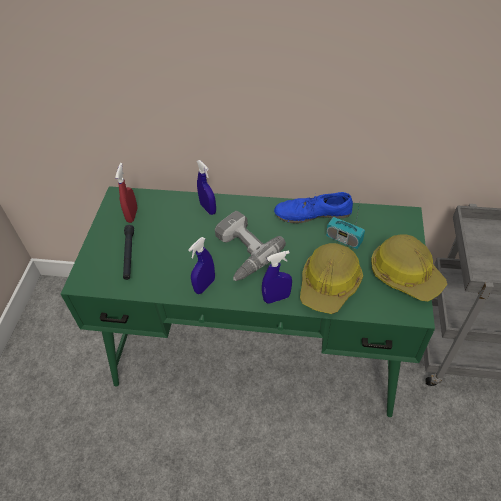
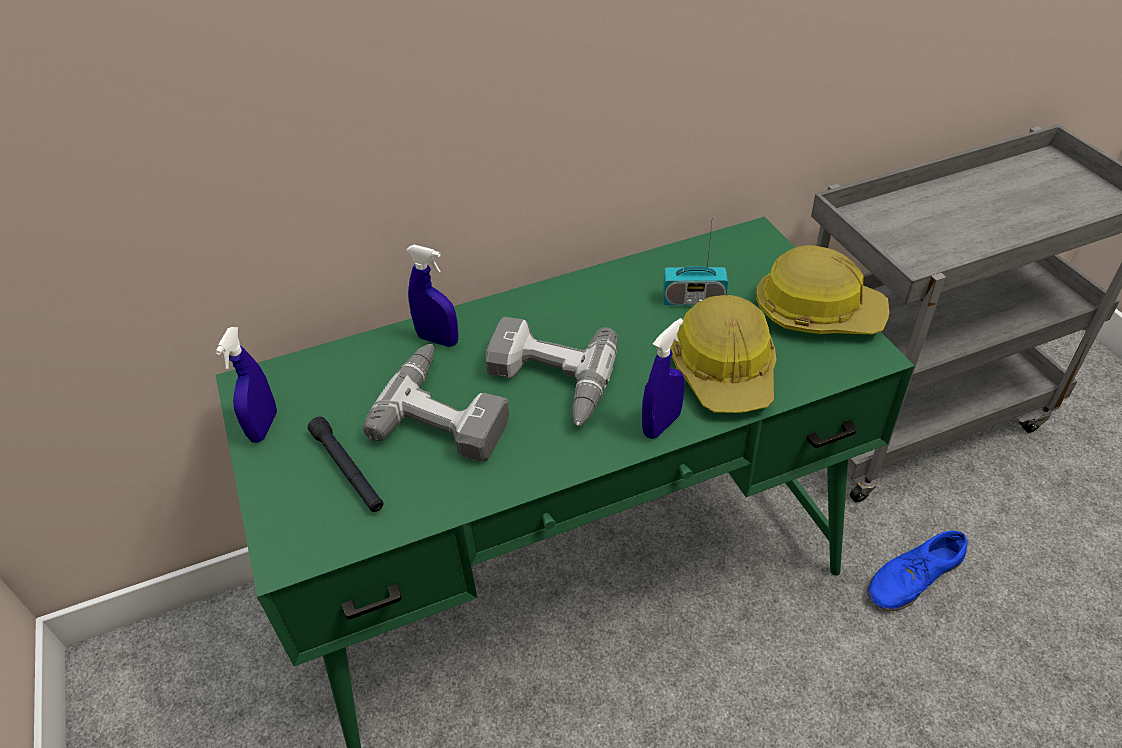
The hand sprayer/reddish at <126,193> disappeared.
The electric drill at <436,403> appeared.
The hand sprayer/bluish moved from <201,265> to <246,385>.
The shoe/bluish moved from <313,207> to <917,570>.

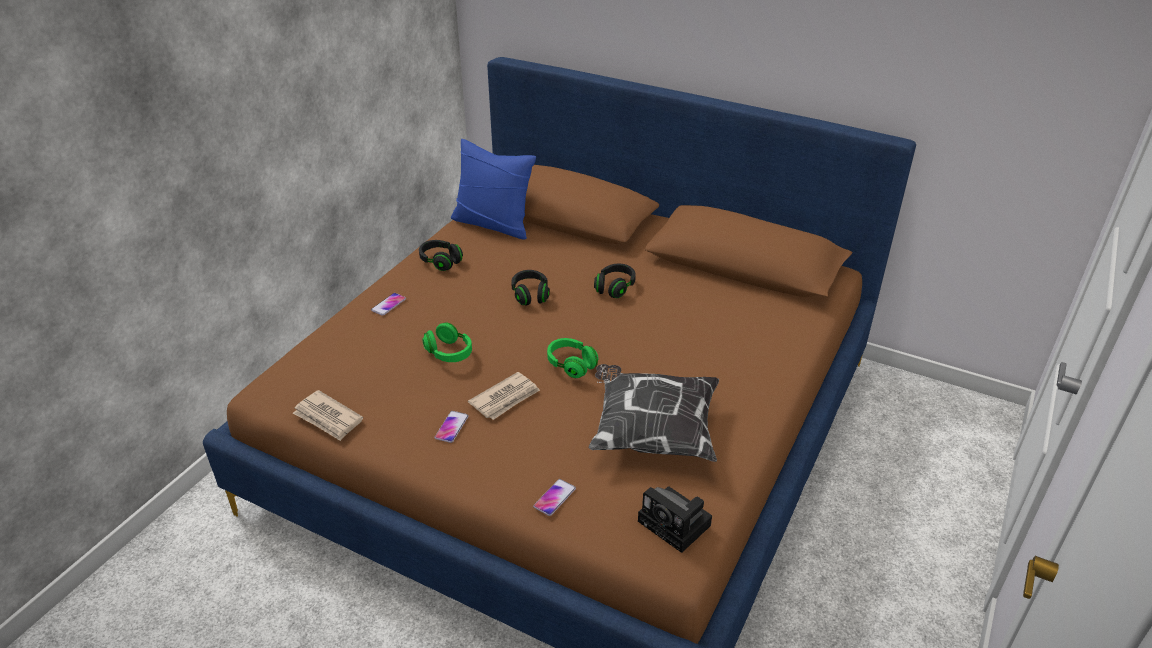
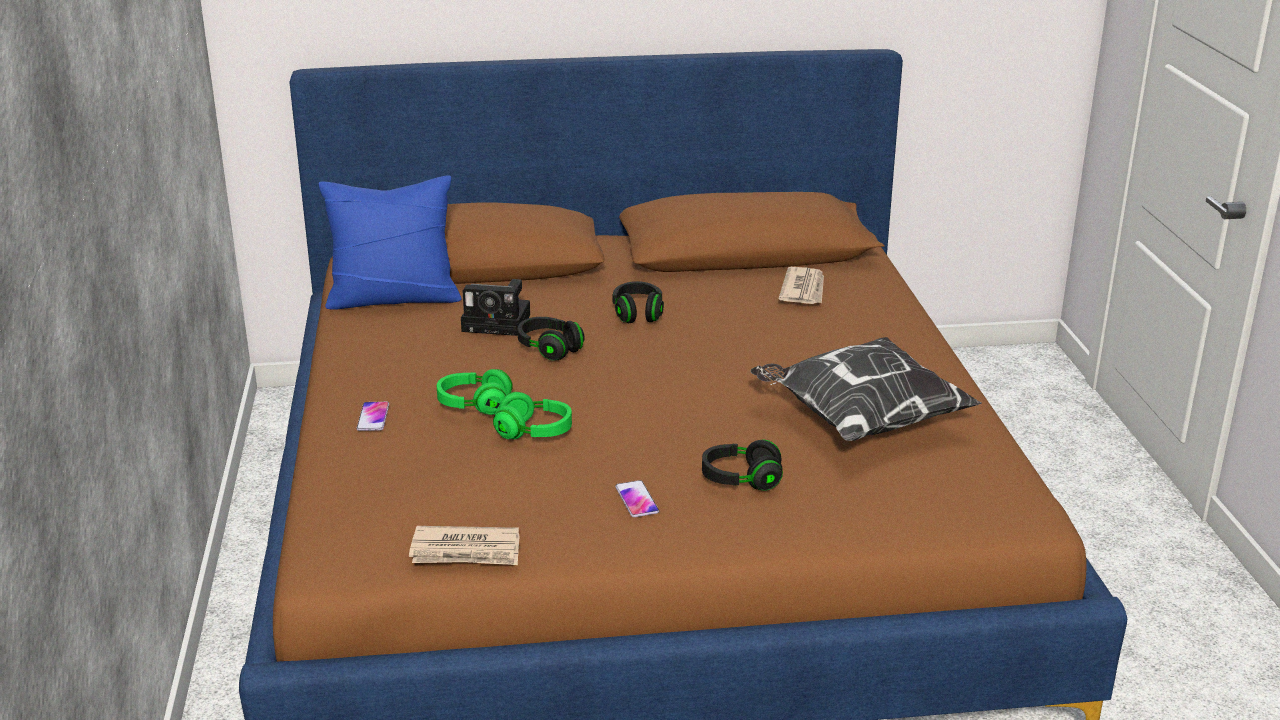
The handset at <554,497> disappeared.
The headset/black moved from <441,255> to <742,465>.
The printed paper moved from <504,396> to <801,285>.
The headset/green-coloured moved from <572,358> to <475,392>.
The still camera moved from <675,519> to <495,307>.

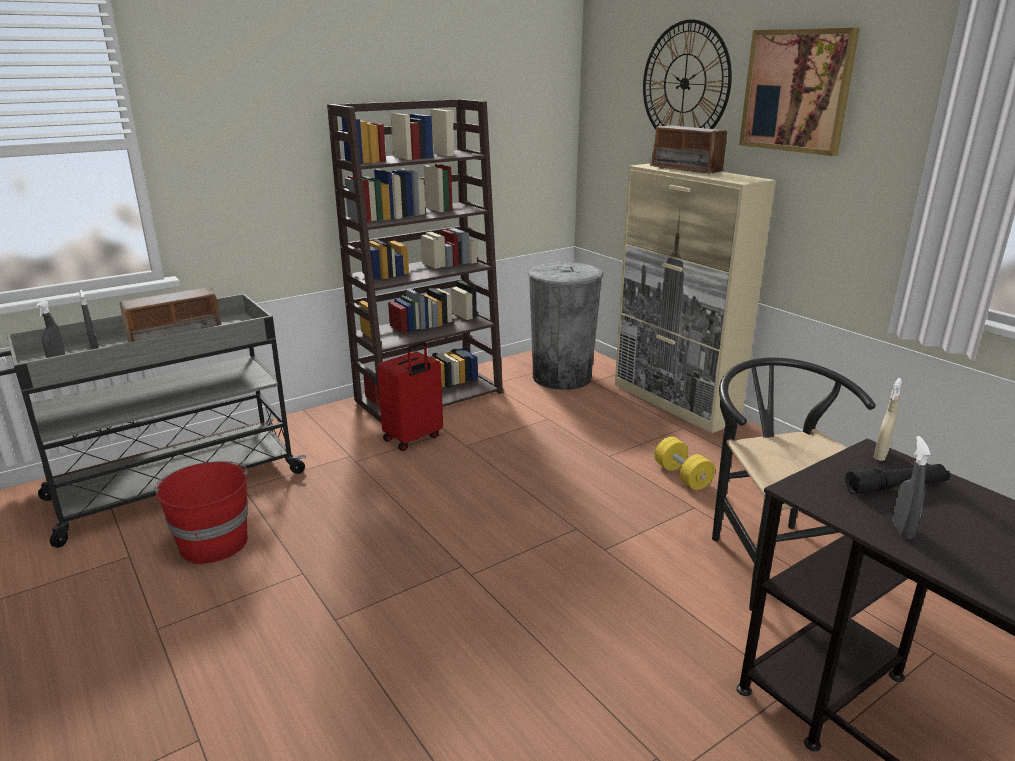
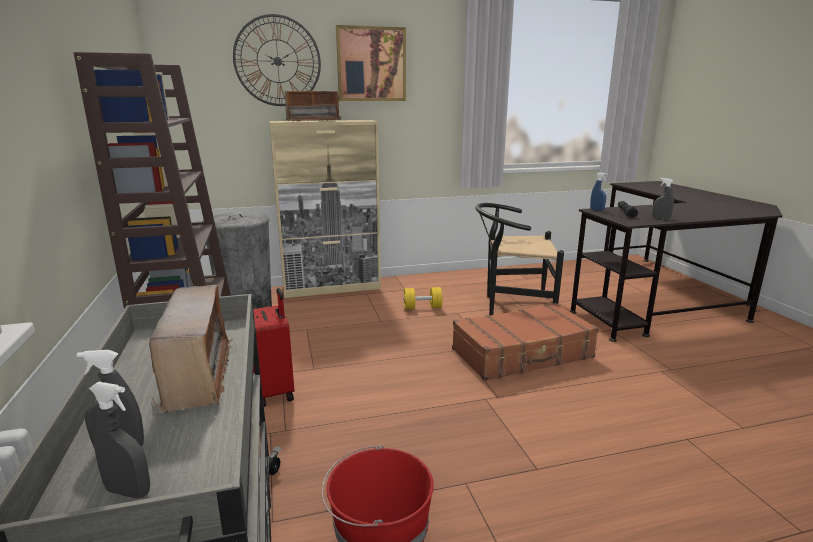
The travel case/brownish at <525,342> appeared.
The hand sprayer/sand-coloured at <887,419> became the hand sprayer/bluish at <598,191>.

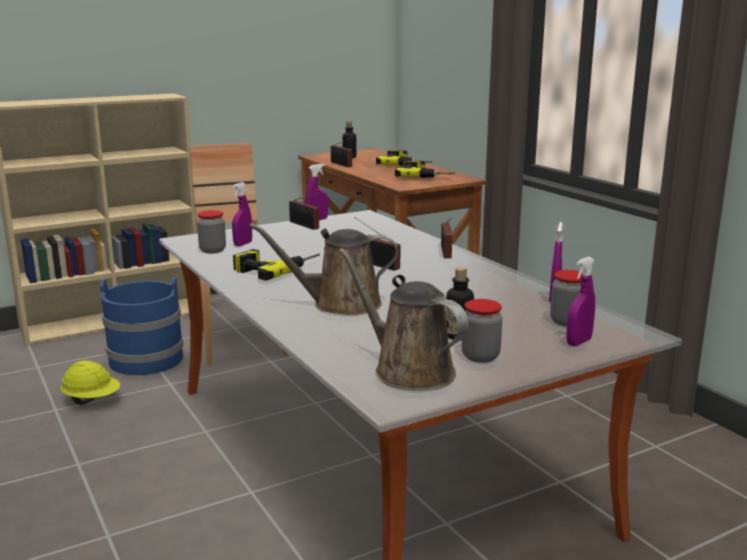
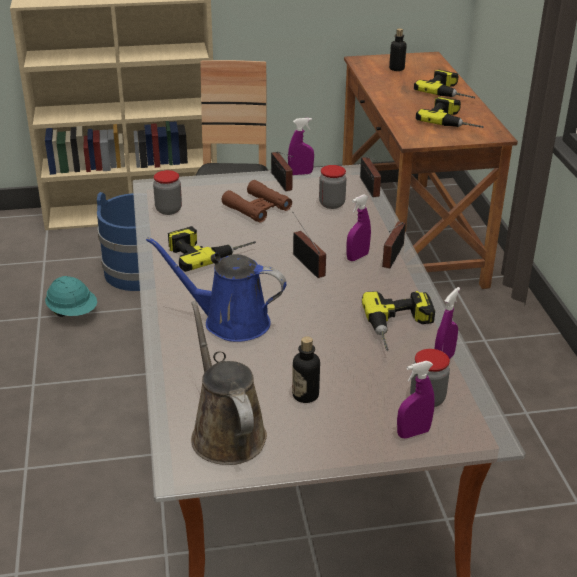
The field glasses/brownish at <257,201> appeared.
The electric drill at <398,321> appeared.
The hand sprayer/purple moved from <242,214> to <358,227>.
The radio set moved from <342,152> to <371,177>.
The storage jar moved from <482,331> to <332,187>.
The safety helmet/yellow at <90,383> became the safety helmet/blue-green at <71,296>.
The watering can/brownish at <323,269> became the watering can/bluish at <216,289>.

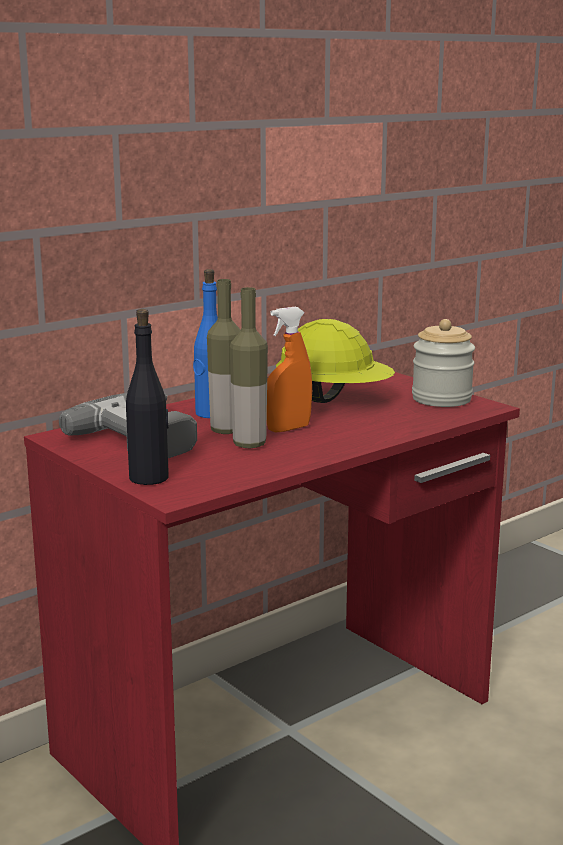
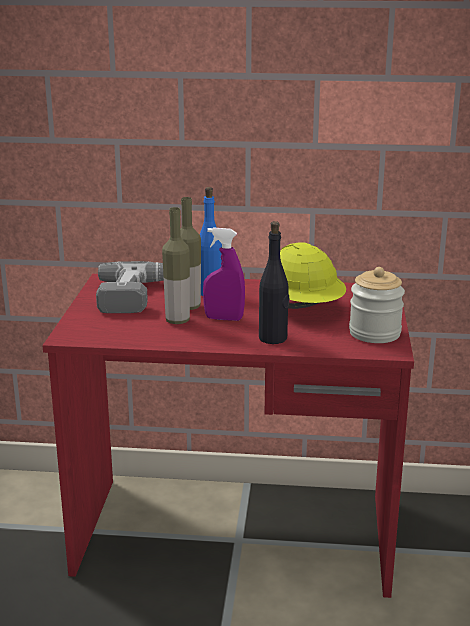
The beverage bottle/black moved from <147,397> to <274,282>.
The hand sprayer/orange-coloured at <289,370> became the hand sprayer/purple at <224,274>.

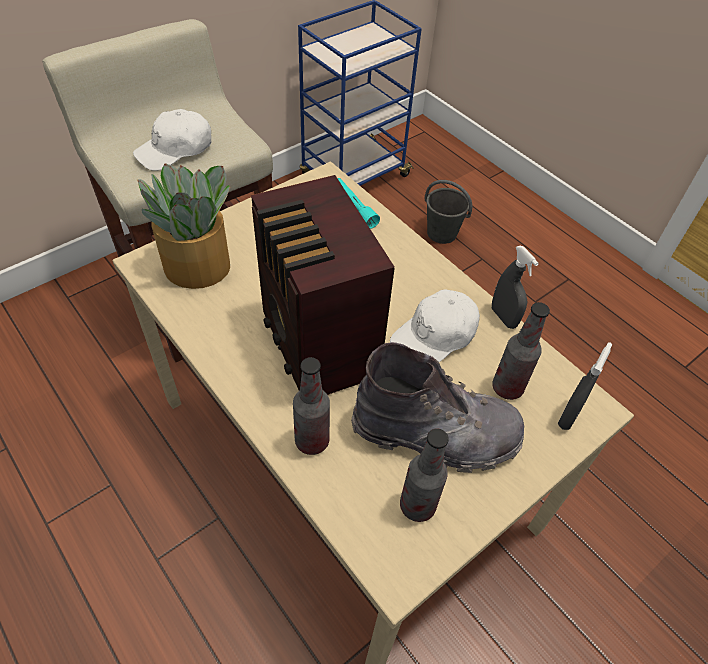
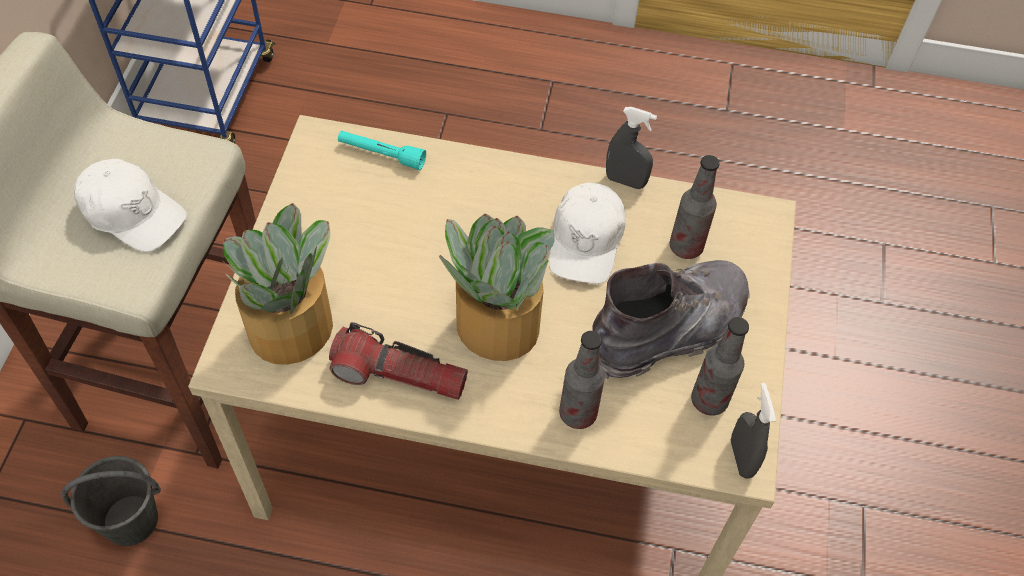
The hand torch at <398,361> appeared.
The pail/grey moved from <448,212> to <111,501>.
The hand sprayer/grey moved from <585,386> to <753,430>.
The radio set at <323,285> was replaced by the potted plant at <496,287>.
The baseball cap/white at <172,140> turned 75 degrees counterclockwise.

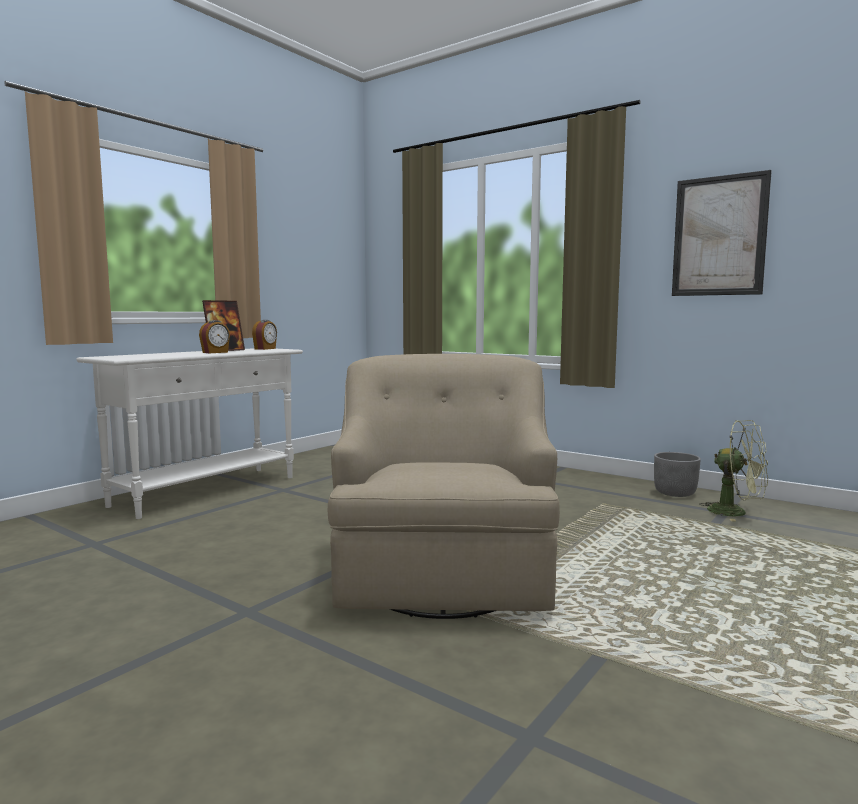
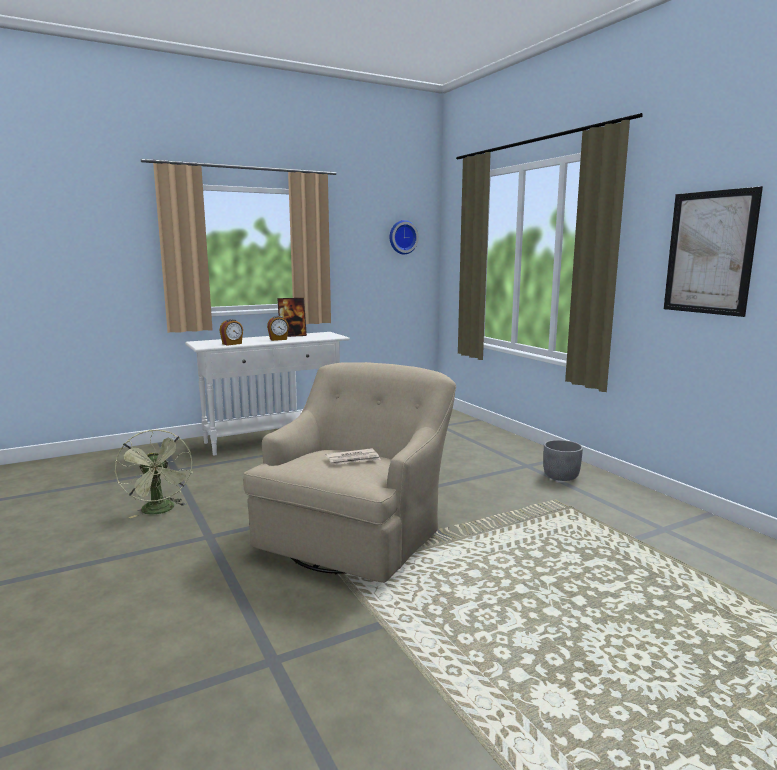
The printed paper at <353,456> appeared.
The wall clock at <404,237> appeared.
The table clock moved from <264,335> to <231,332>.
The flower pot/grey moved from <677,474> to <563,460>.
The fan/green-coloured moved from <733,470> to <153,474>.

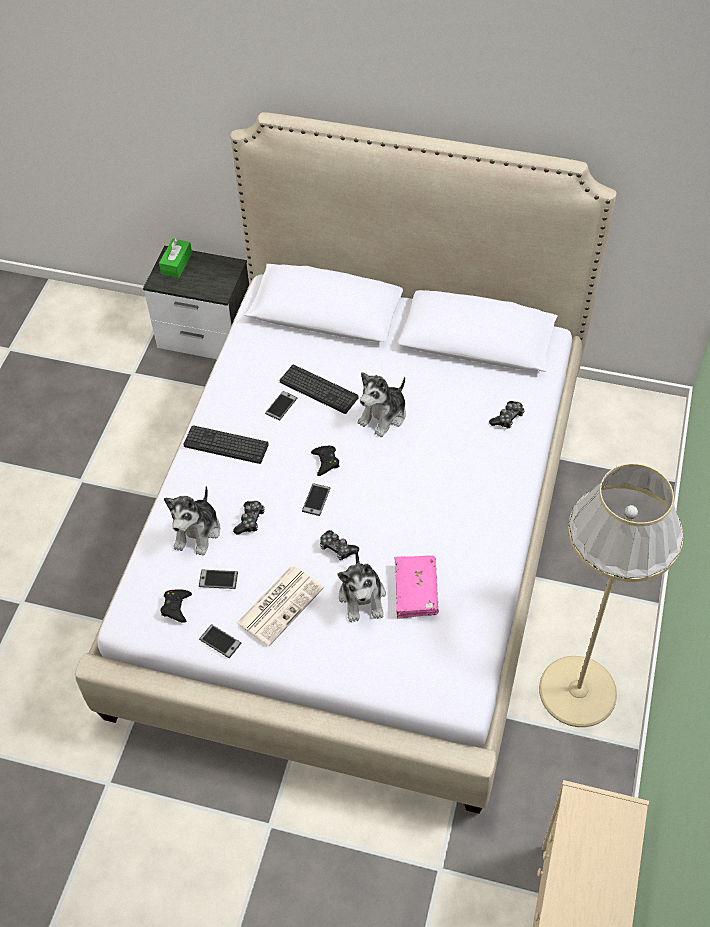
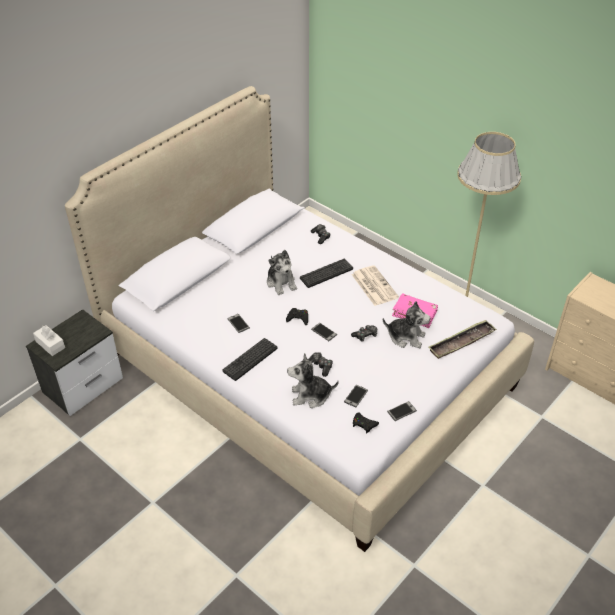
The serving tray at <463,339> appeared.
The printed paper moved from <280,606> to <375,285>.
The PC keyboard moved from <319,389> to <326,273>.
The tissue box/green-coloured at <175,258> became the tissue box/white at <49,340>.
The plush toy at <192,521> turned 135 degrees clockwise.

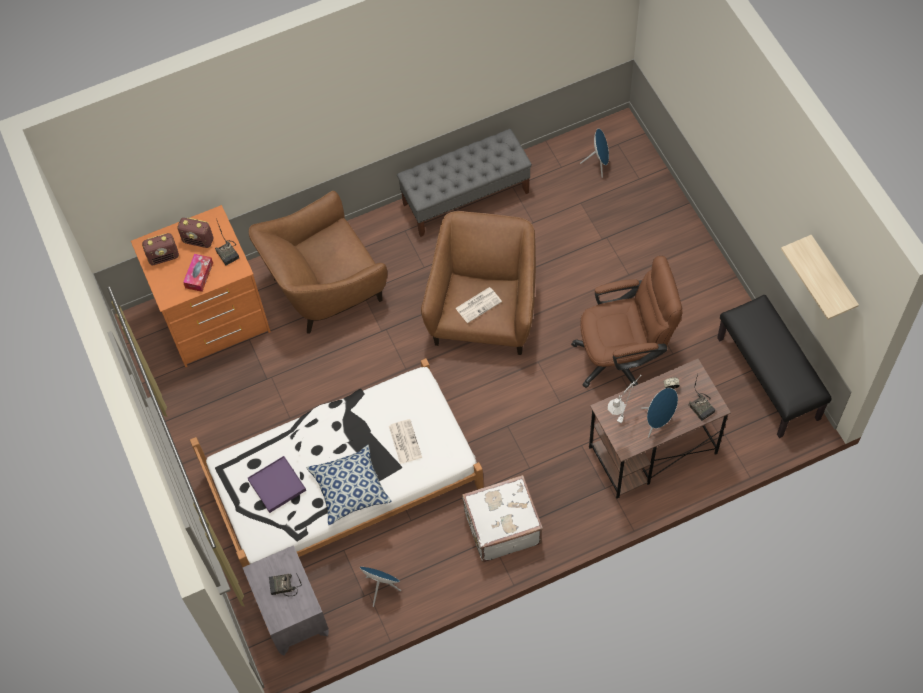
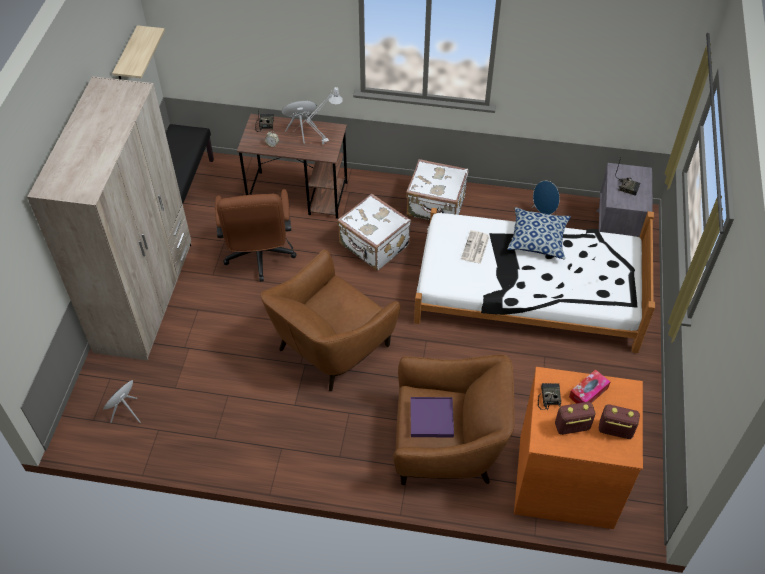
The bench/grey at <464,183> disappeared.
The printed paper at <478,305> disappeared.
The wardrobe/sand-coloured at <109,218> appeared.
The travel case/white at <374,232> appeared.
The serving tray/purple moved from <277,484> to <432,417>.
The radio set at <195,233> turned 60 degrees counterclockwise.
The desk chair/brownish at <627,322> turned 120 degrees counterclockwise.

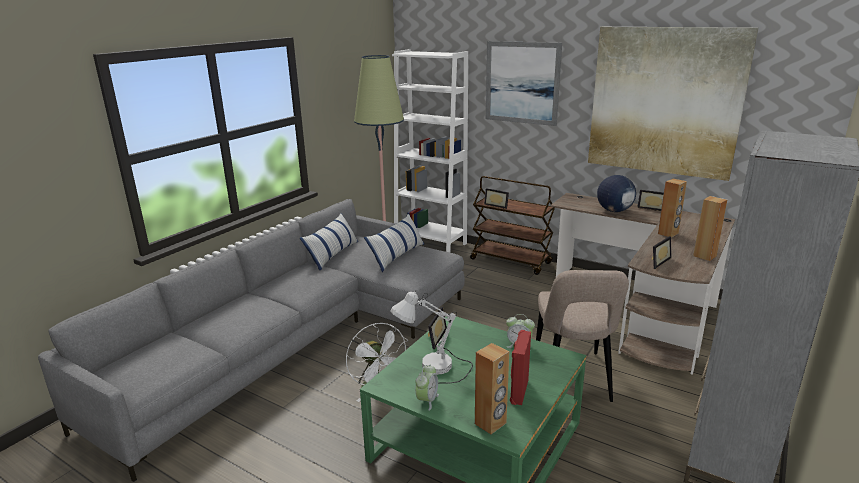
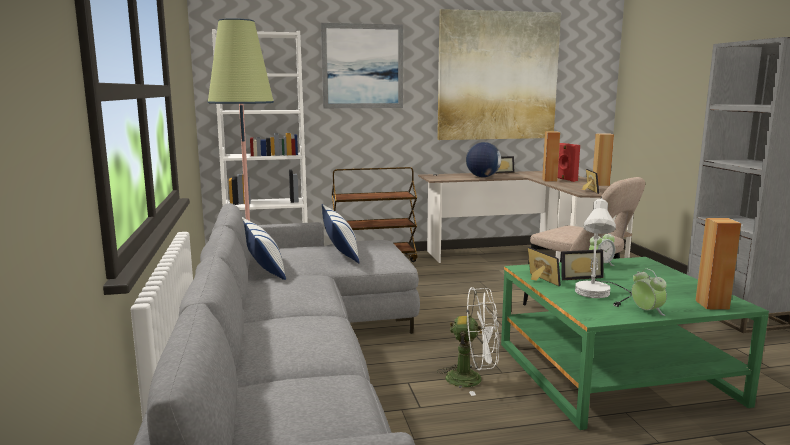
The photo frame moved from <496,198> to <582,264>.
The speaker/reddish moved from <520,367> to <568,162>.

